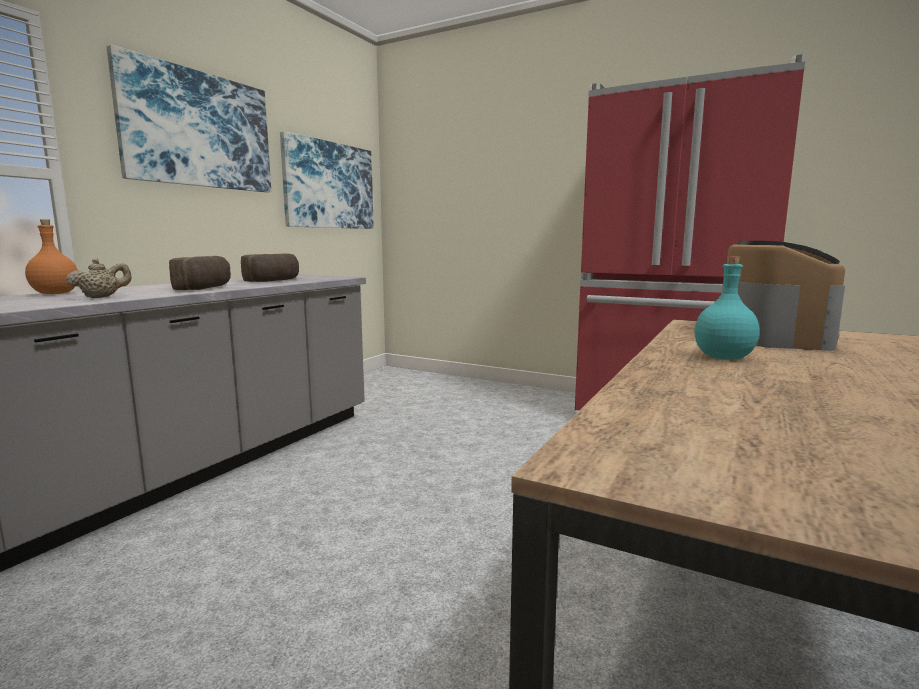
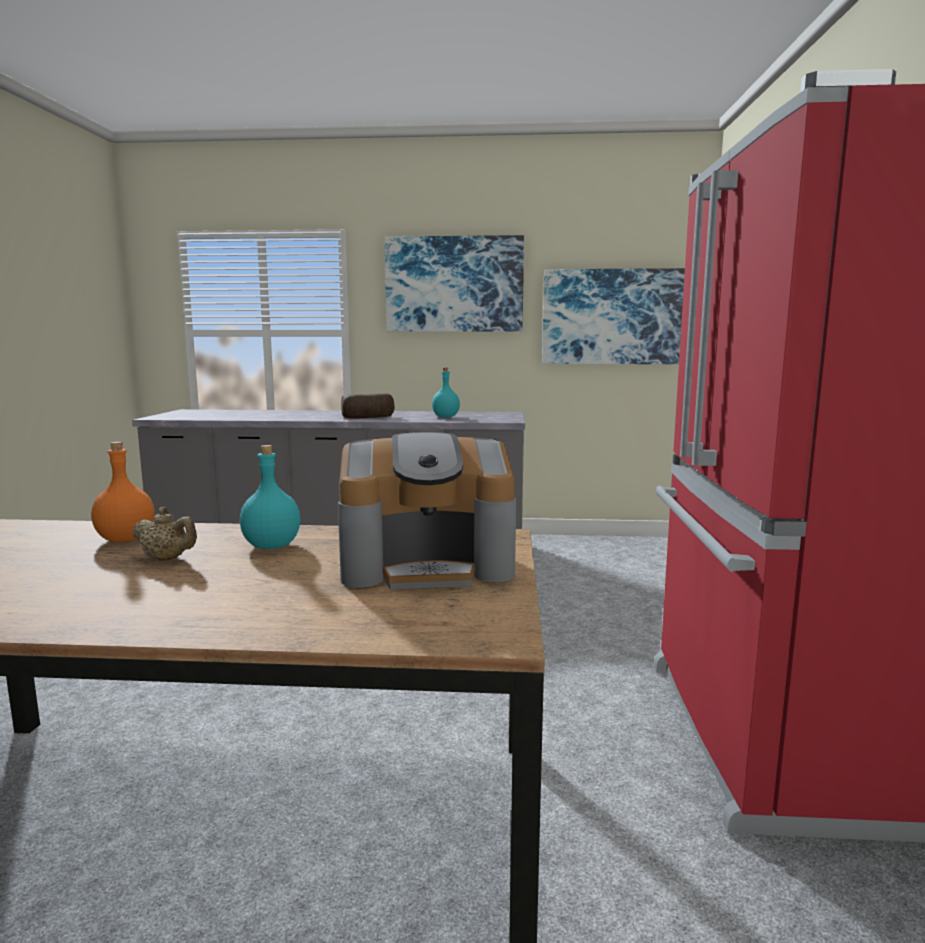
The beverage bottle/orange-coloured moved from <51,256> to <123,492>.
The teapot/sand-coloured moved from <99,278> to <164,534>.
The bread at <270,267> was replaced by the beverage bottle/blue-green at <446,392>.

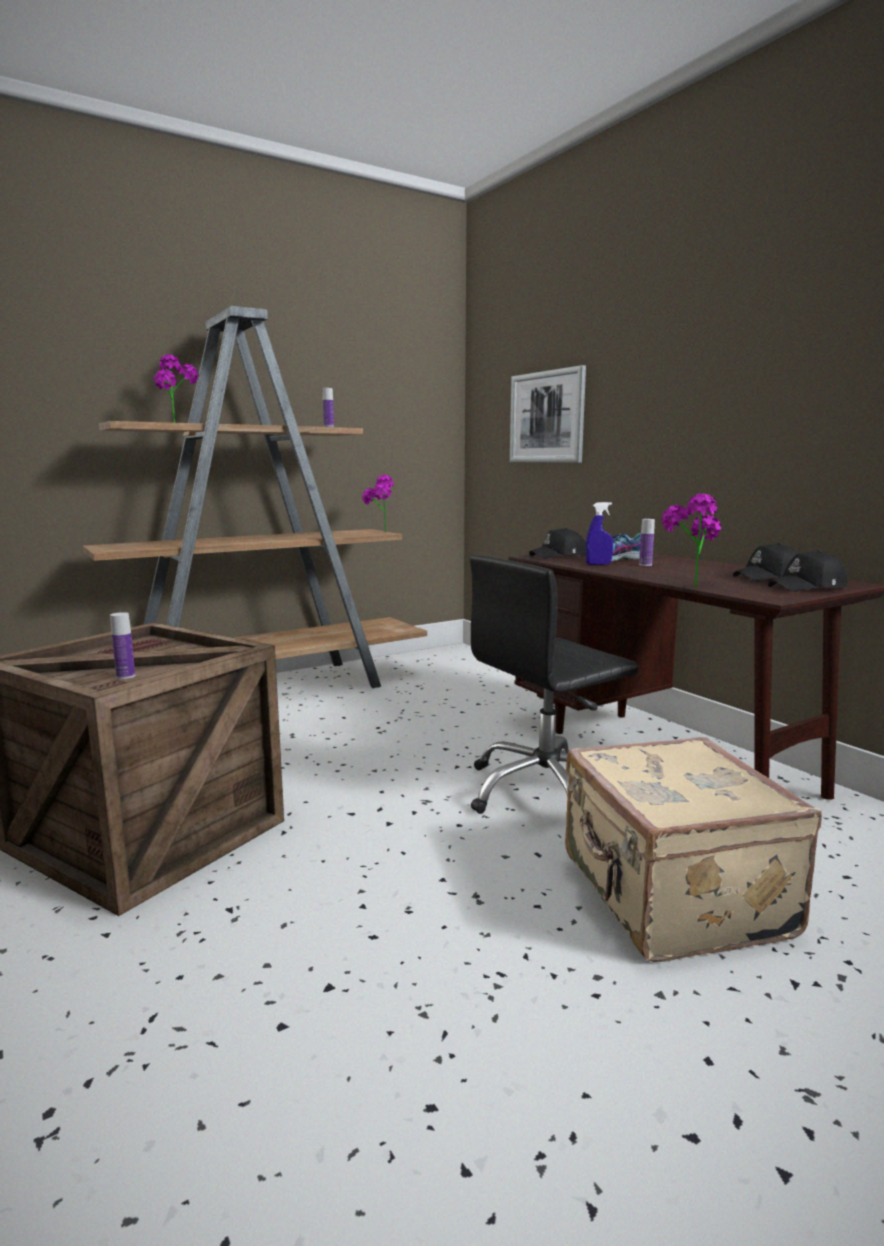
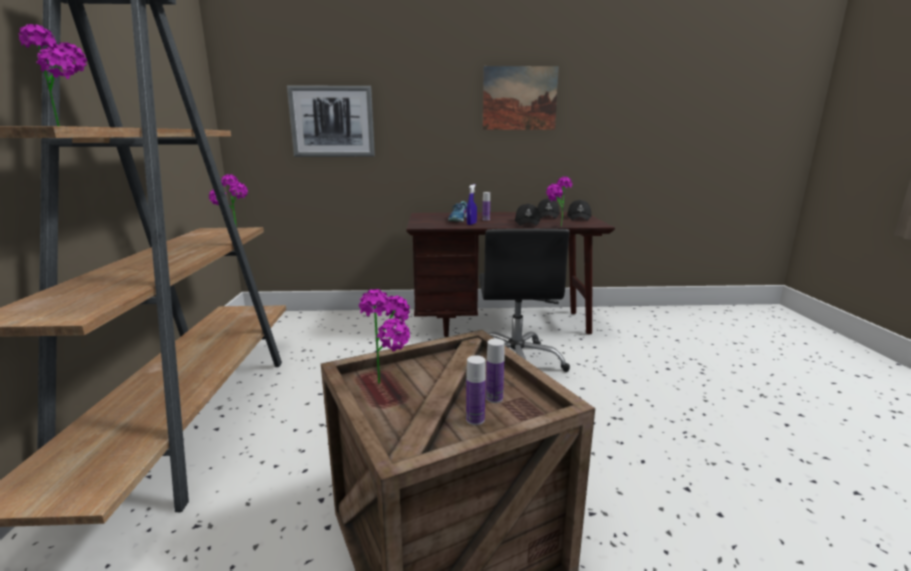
The travel case/sand-coloured at <693,849> disappeared.
The potted plant at <384,336> appeared.
The picture at <521,98> appeared.
The beverage bottle moved from <328,407> to <476,390>.
The baseball cap/black moved from <557,543> to <527,214>.

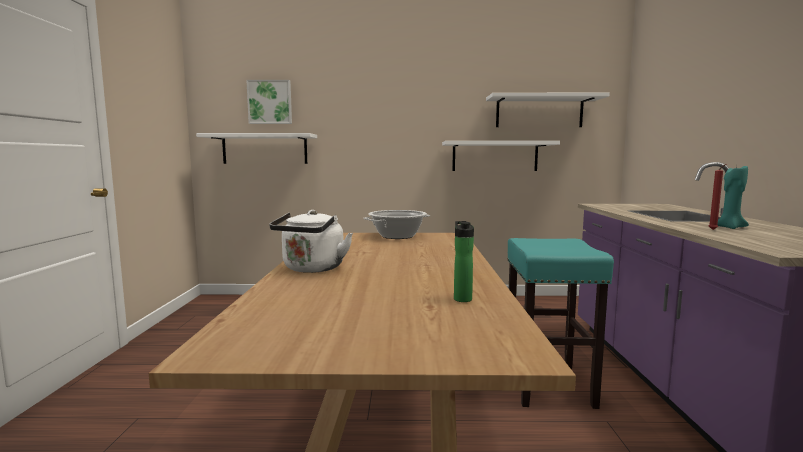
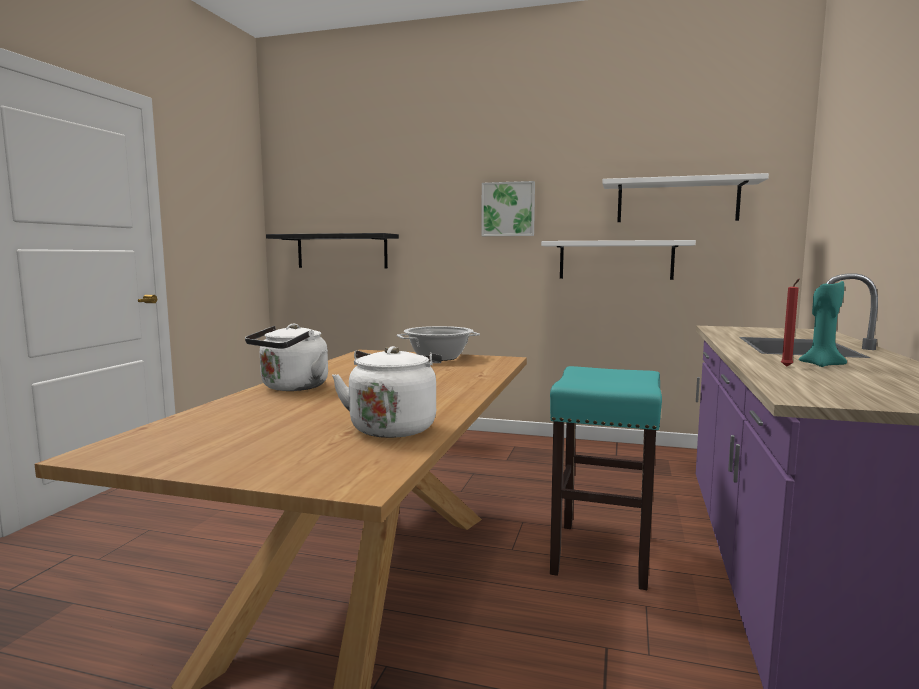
The picture moved from <269,102> to <508,208>.
The beverage bottle at <464,261> was replaced by the water kettle/white at <387,392>.
The wall shelf/white at <256,148> became the wall shelf/black at <332,250>.

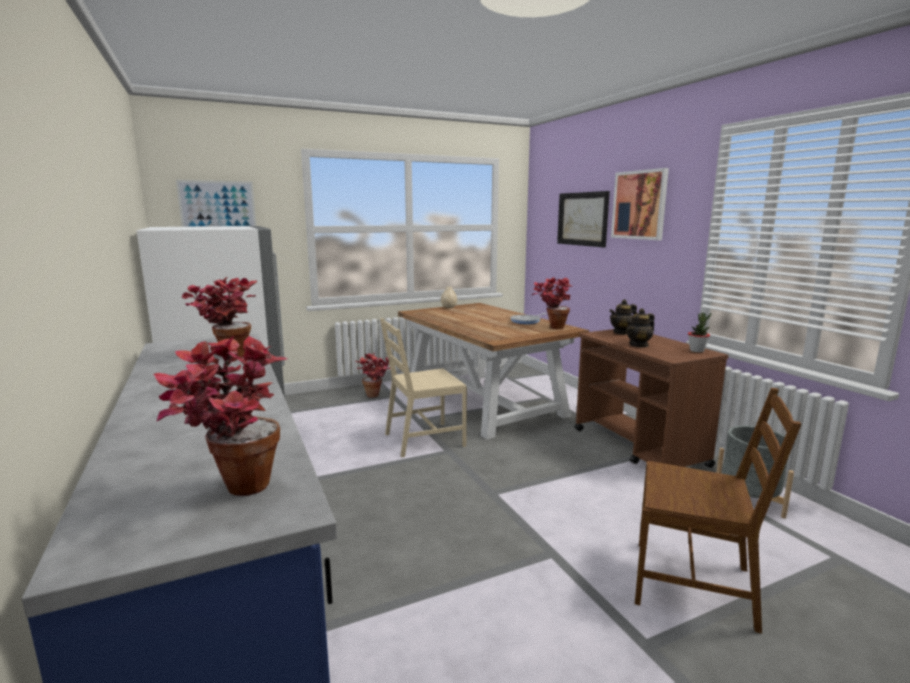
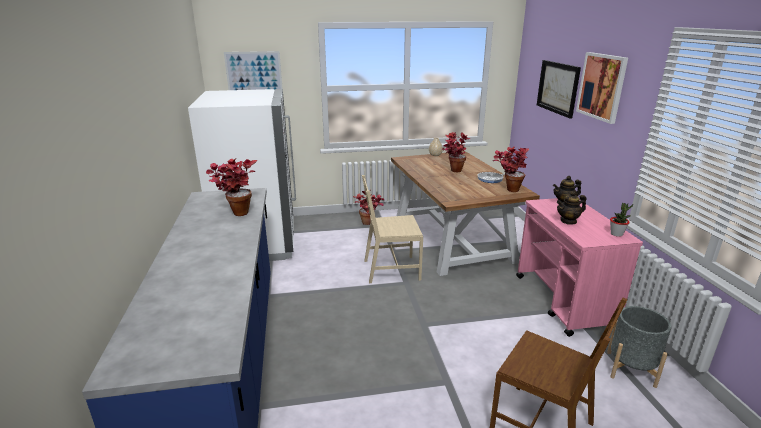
The potted plant moved from <220,416> to <456,152>.
The trolley/brownish at <651,398> became the trolley/pinkish at <579,267>.

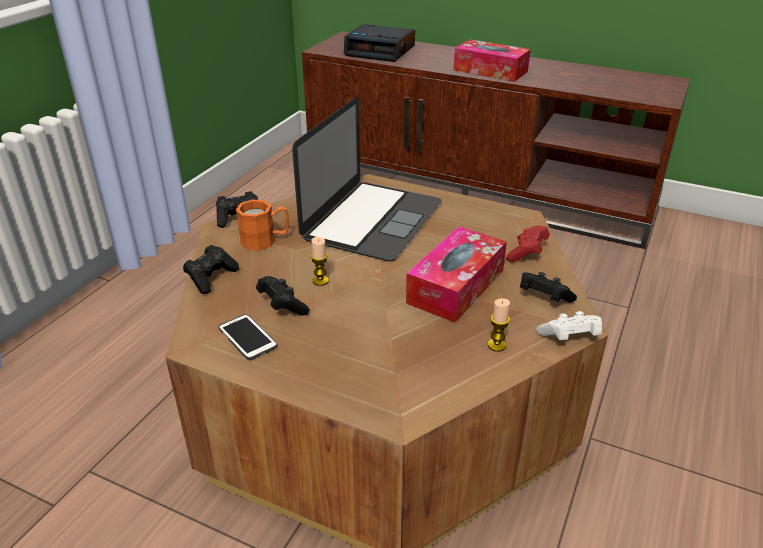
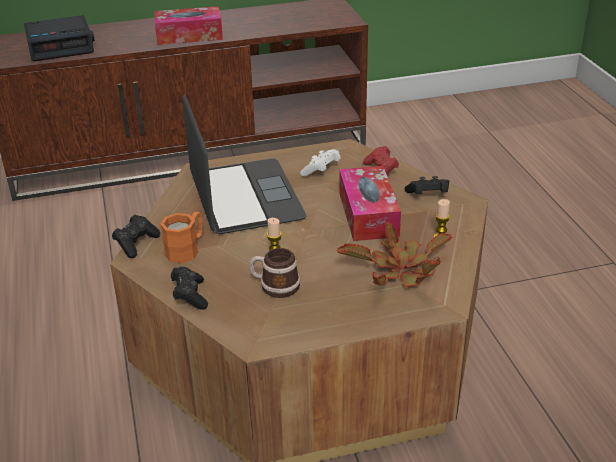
The handset at <247,337> disappeared.
The potted plant at <394,254> appeared.
The game controller/white moved from <569,325> to <320,162>.
The game controller/black at <283,295> was replaced by the tea mug at <274,273>.

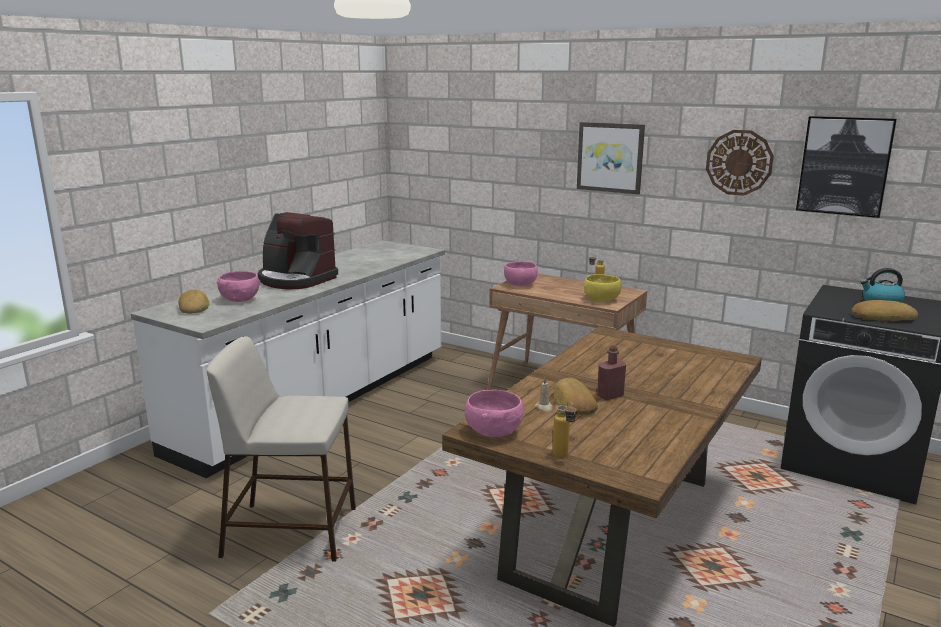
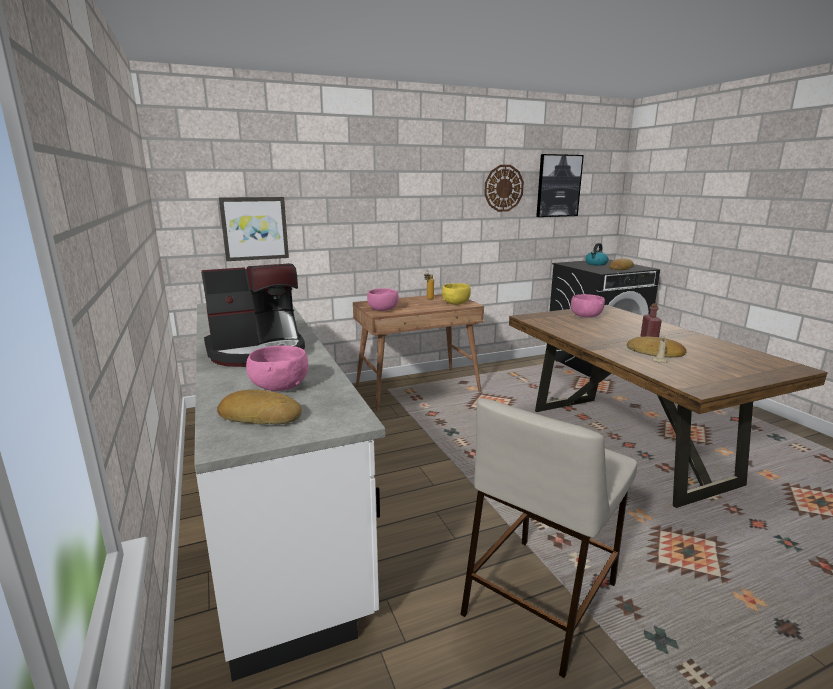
The beverage bottle at <565,430> disappeared.
The deep dish/pinkish moved from <494,413> to <588,305>.
The picture moved from <611,158> to <254,229>.

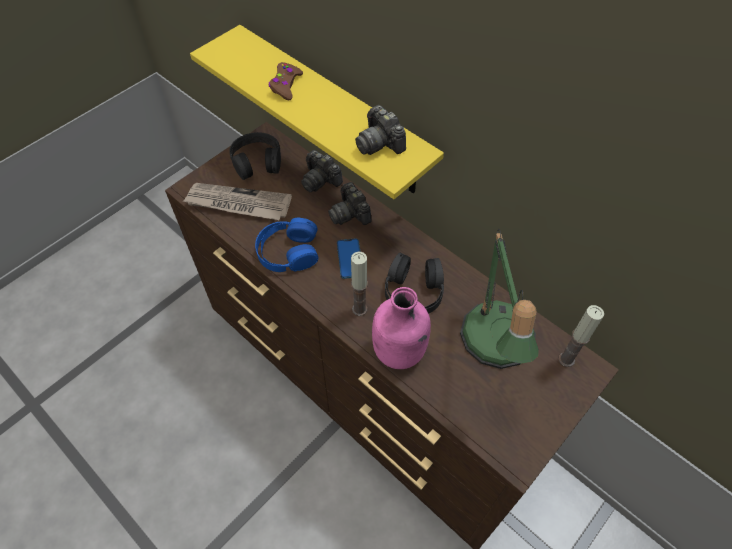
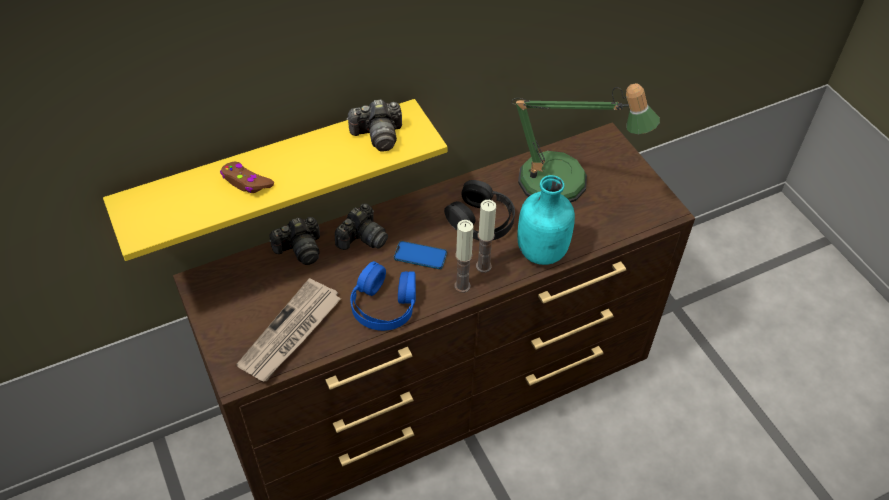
The headset/black at <255,156> disappeared.
The candle moved from <581,336> to <464,256>.
The beverage bottle/pinkish at <401,328> became the beverage bottle/blue-green at <546,220>.
The still camera at <350,203> turned 45 degrees counterclockwise.

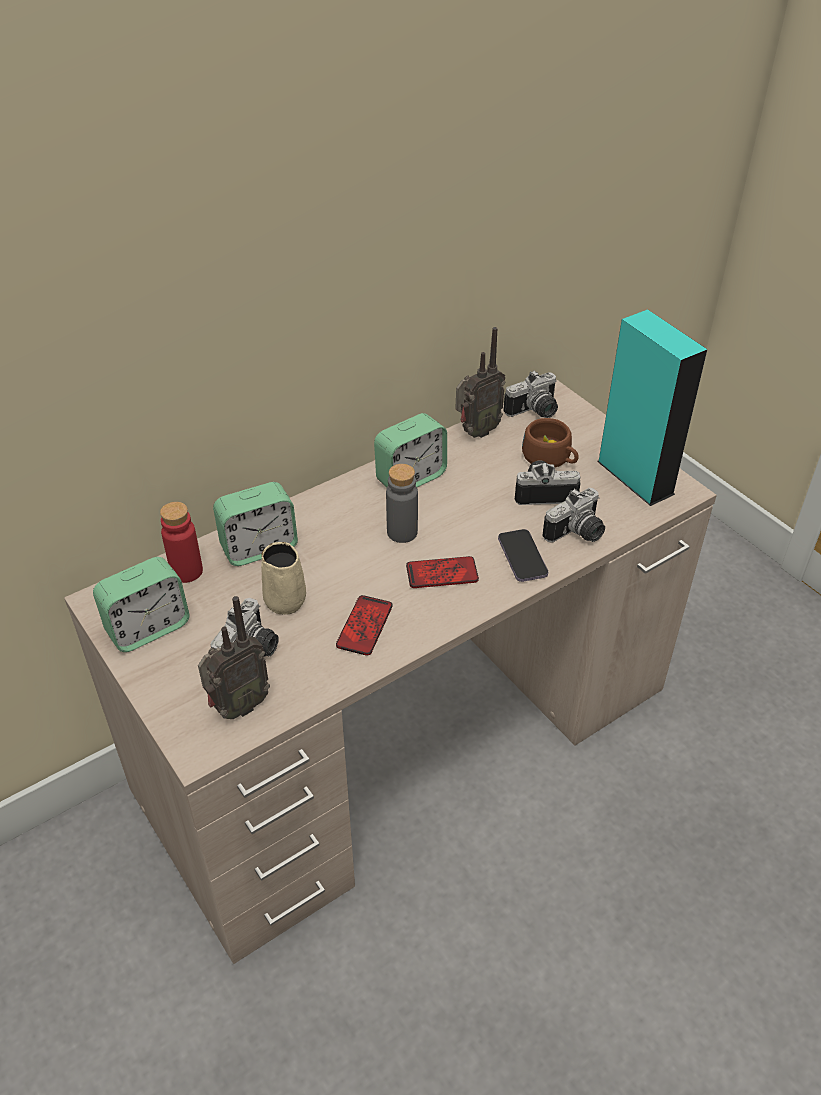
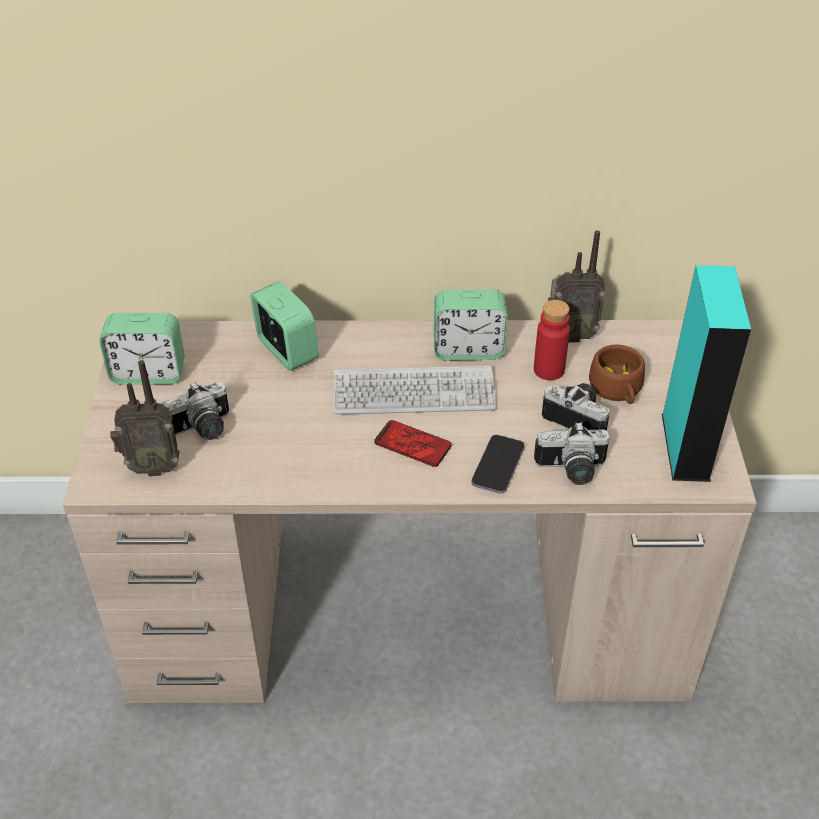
The tea mug/sand-coloured at <283,578> disappeared.
The handset at <364,625> disappeared.
The still camera at <530,394> disappeared.
The beverage bottle/reddish moved from <181,542> to <552,340>.
The beverage bottle/grey at <402,503> was replaced by the PC keyboard at <415,390>.
The table clock at <255,524> turned 135 degrees counterclockwise.

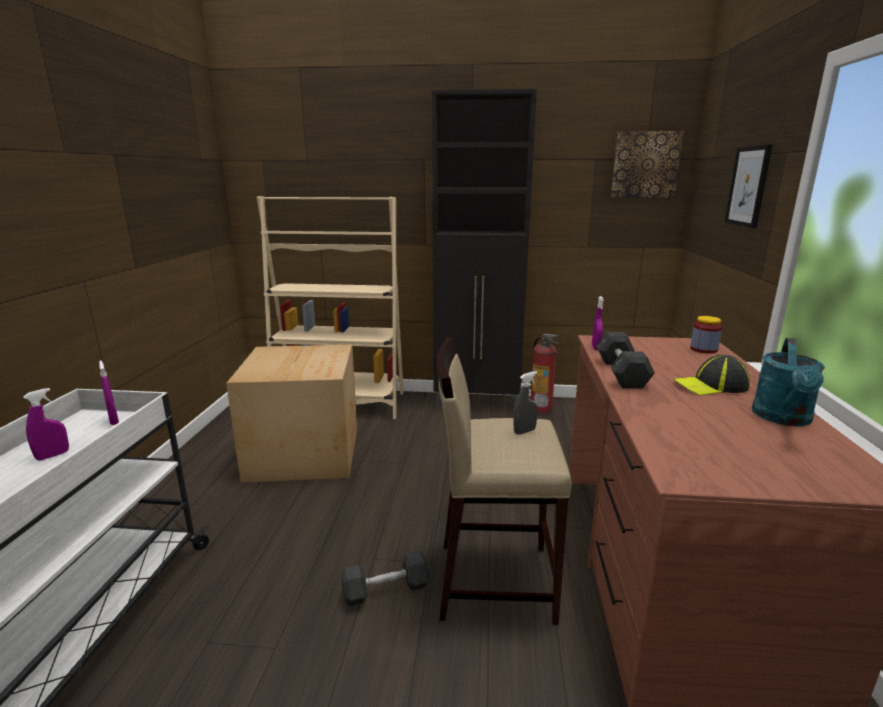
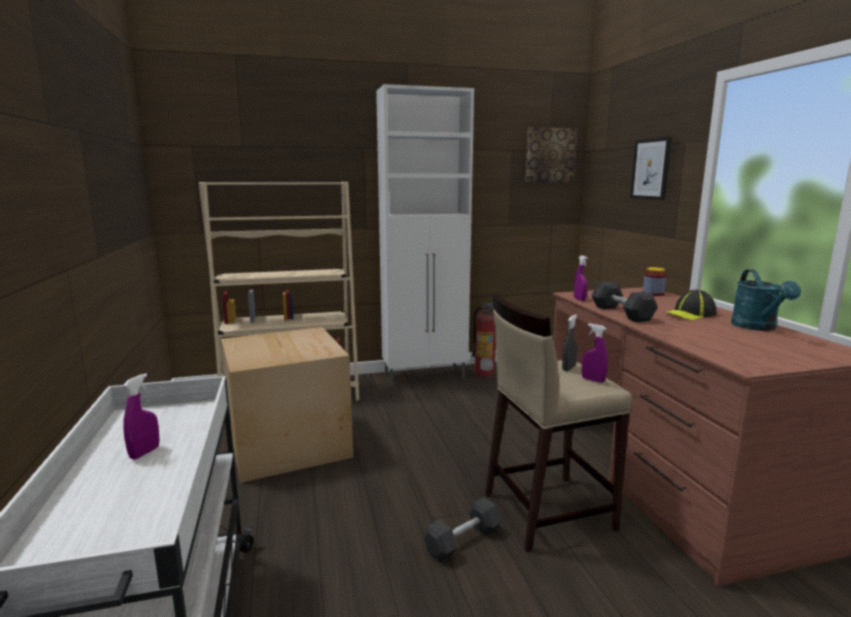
The hand sprayer/purple moved from <109,392> to <595,353>.
The storage cabinet/black at <484,249> became the storage cabinet/white at <425,235>.

